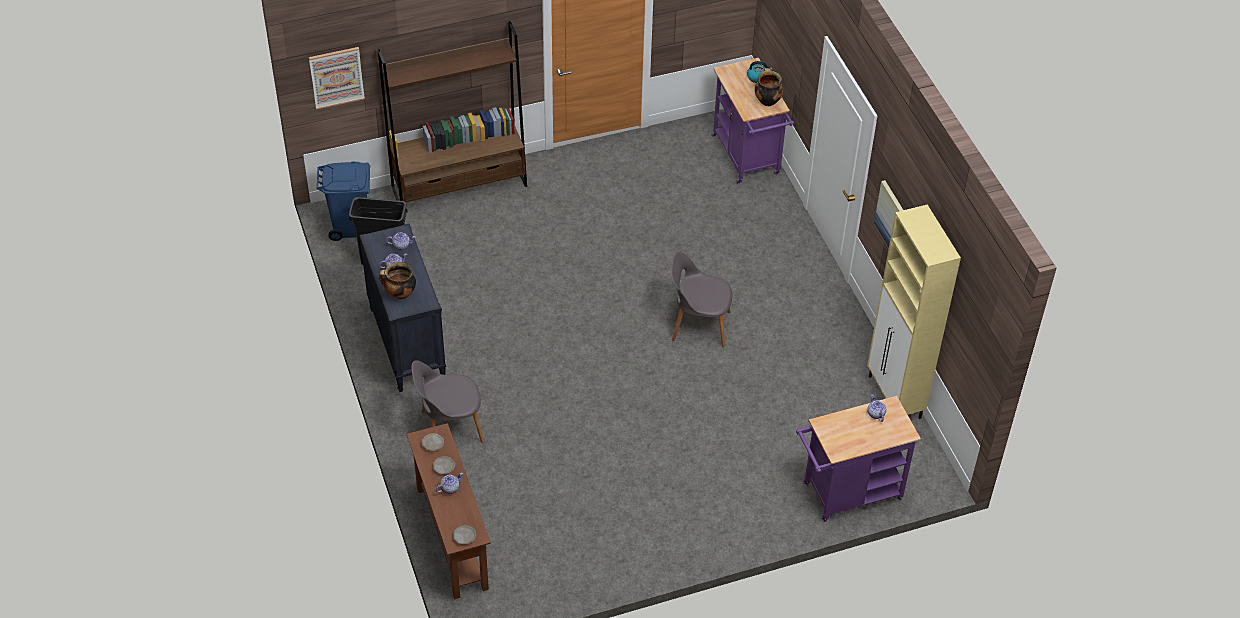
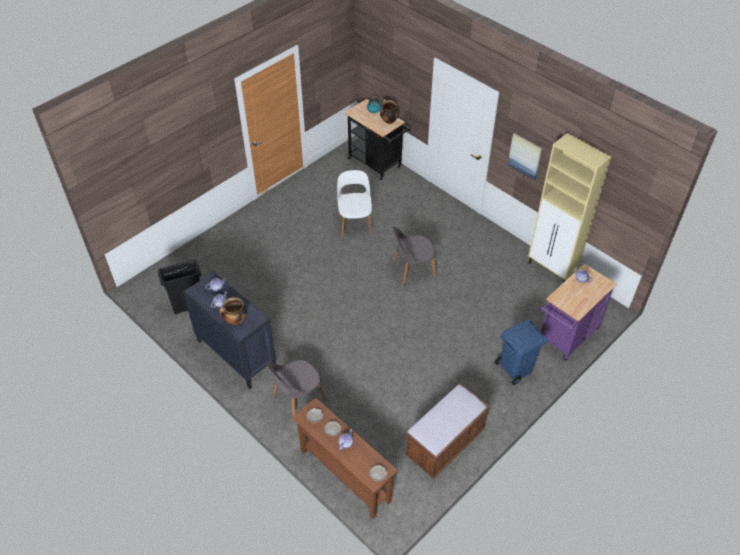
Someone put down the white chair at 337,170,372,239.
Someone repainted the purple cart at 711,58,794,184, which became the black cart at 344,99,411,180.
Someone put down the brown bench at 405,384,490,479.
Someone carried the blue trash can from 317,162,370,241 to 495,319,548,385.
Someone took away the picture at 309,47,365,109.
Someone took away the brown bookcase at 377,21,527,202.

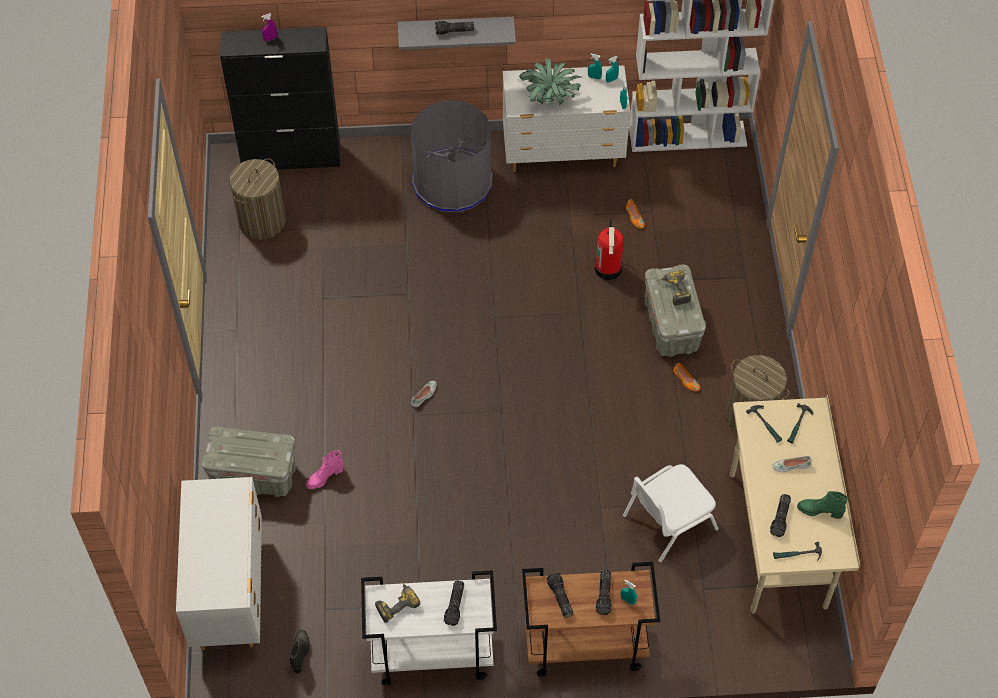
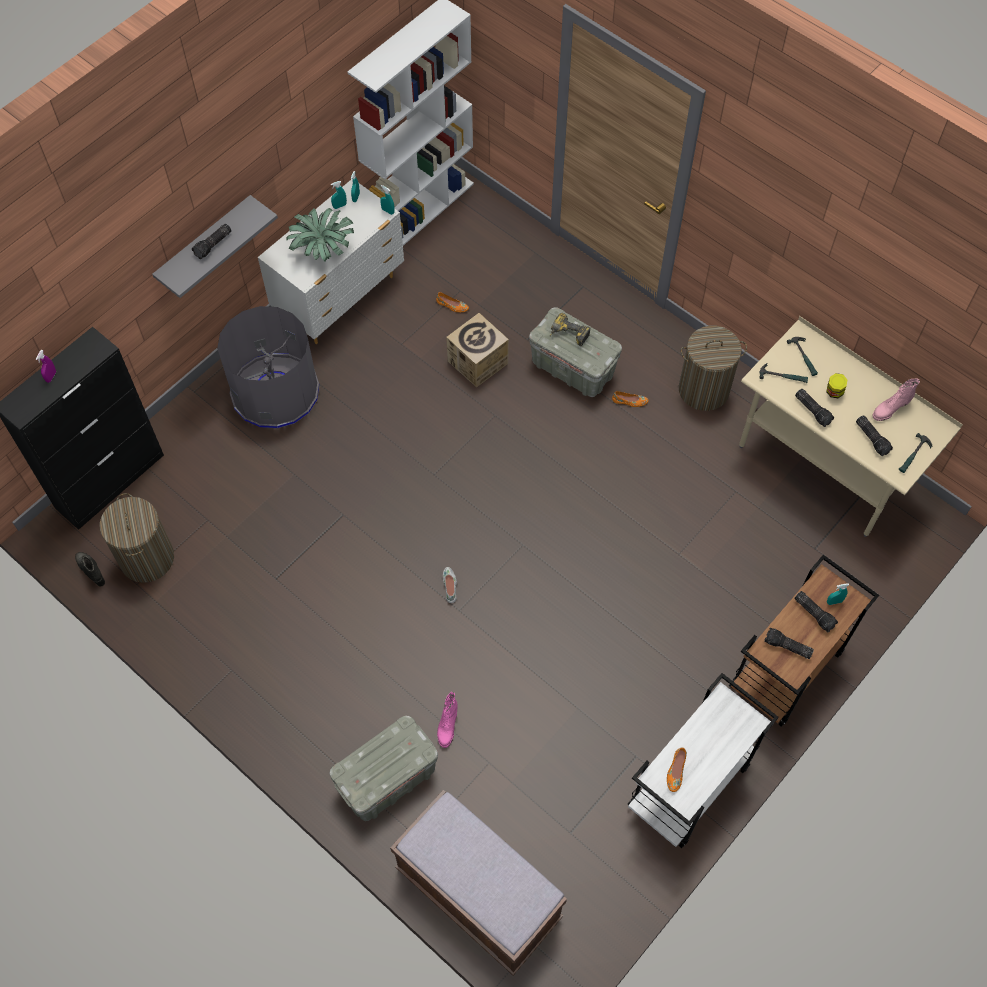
Someone carried the black boot from 290,630,310,674 to 75,552,105,586.
Someone swapped the white dresser at 176,477,262,650 for the brown bench at 390,790,567,975.
Someone swapped the fire extinguisher at 594,219,624,280 for the cardboard box at 446,313,509,387.
Someone swapped the power drill at 375,581,420,623 for the orange shoe at 667,747,687,792.
Someone carried the flashlight from 444,581,464,626 to 795,389,834,427.
Someone swapped the white shoe at 772,456,811,472 for the jar at 826,373,847,398.
Someone repainted the green boot at 797,491,848,519, which became the pink boot at 872,379,920,421.
Someone took away the white chair at 623,464,718,563.

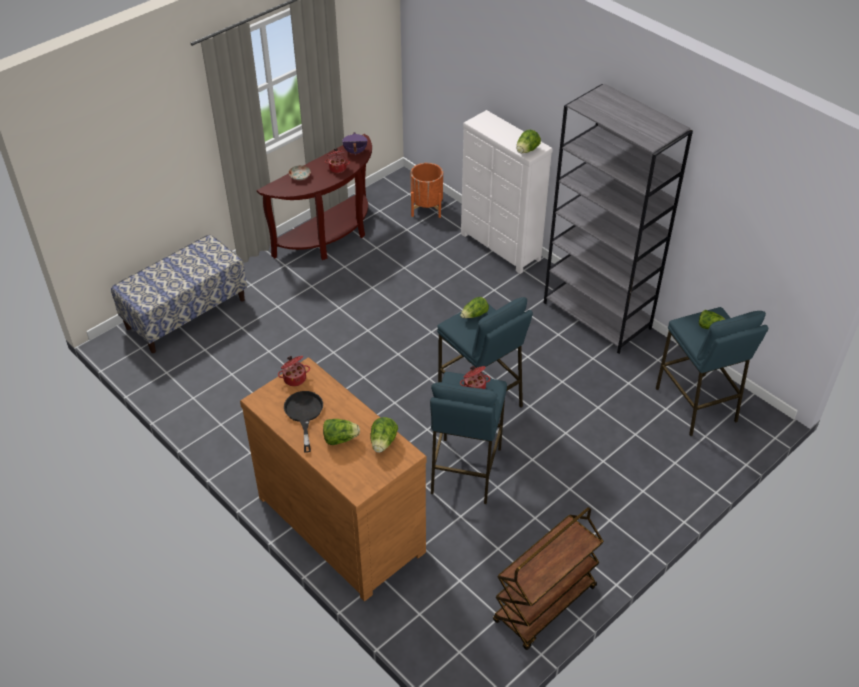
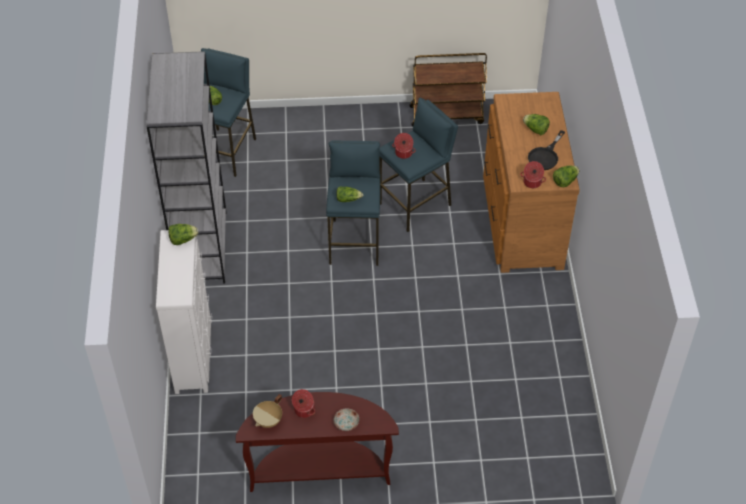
Someone repainted the purple cooking pot at 342,132,368,155, which became the beige cooking pot at 253,394,282,428.
Someone carried the lettuce from 370,417,398,453 to 553,165,579,187.
Someone took away the bench at 111,234,247,353.
Someone took away the orange planter at 411,163,443,218.

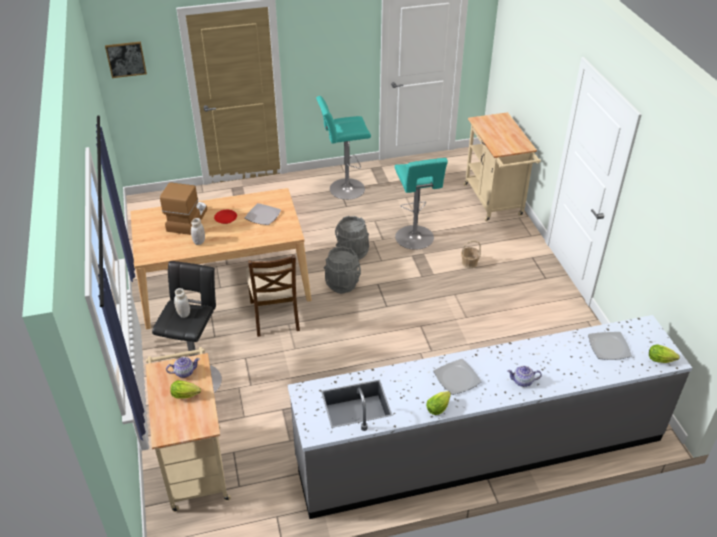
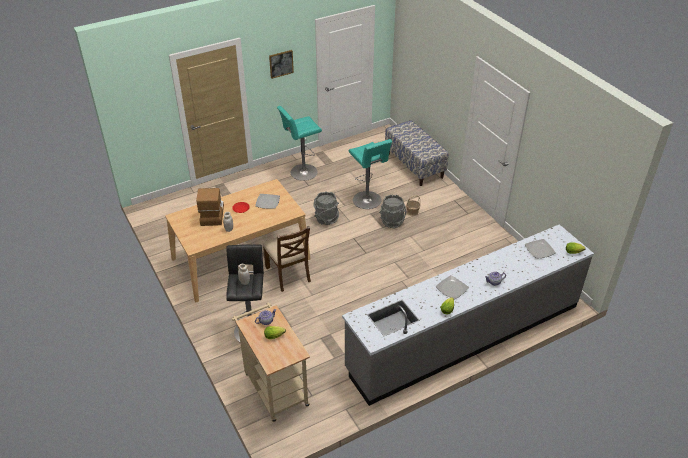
Someone carried the picture from 105,41,147,78 to 269,50,294,79.
Someone carried the grey bucket from 324,246,361,294 to 379,194,407,228.
Someone swapped the beige cart at 463,112,541,221 for the bench at 385,120,449,186.

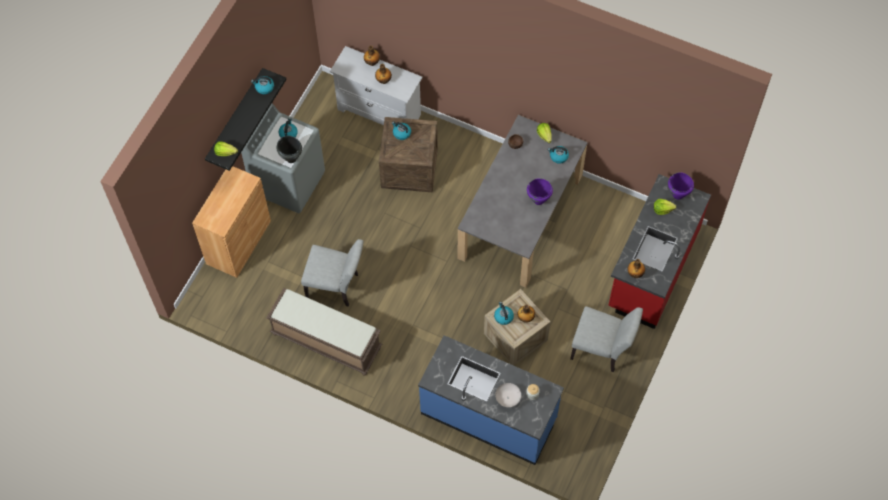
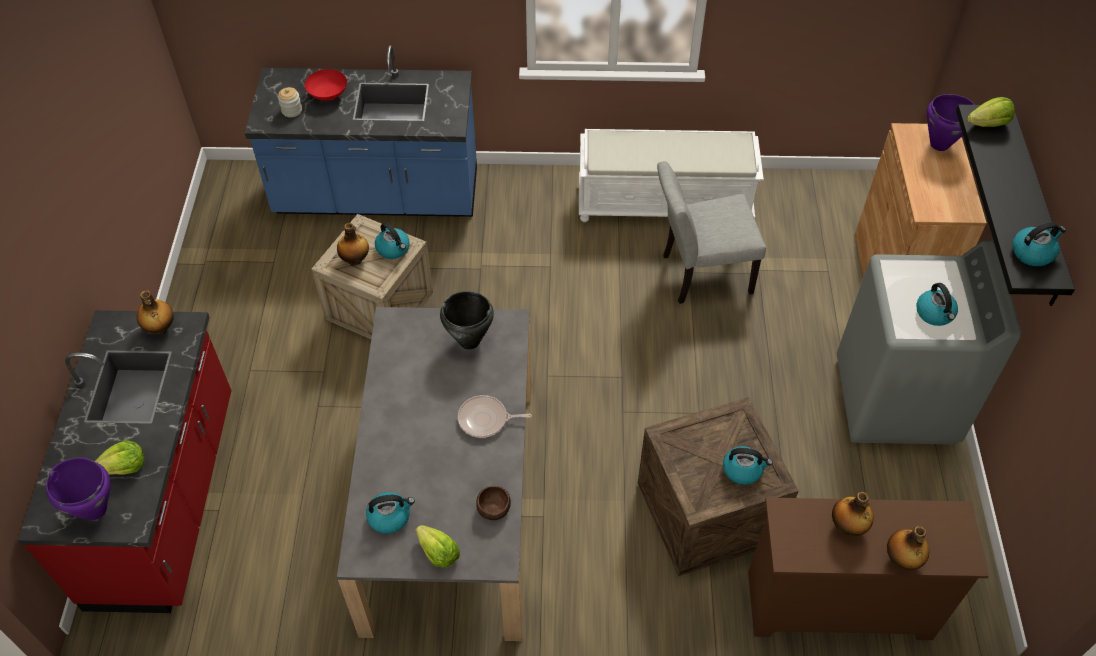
Someone repainted the white bowl at 495,383,521,407, which became the red bowl at 305,69,347,101.
Someone carried the black cooking pot from 277,136,302,163 to 440,291,494,349.
Someone put down the frying pan at 458,395,532,438.
Someone repainted the brown bench at 266,288,382,375, which became the white bench at 579,129,764,222.
Someone repainted the white dresser at 330,46,422,125, which became the brown dresser at 748,497,989,640.
Someone carried the purple cooking pot from 527,178,553,205 to 927,94,975,151.
Someone took away the grey chair at 570,306,643,372.

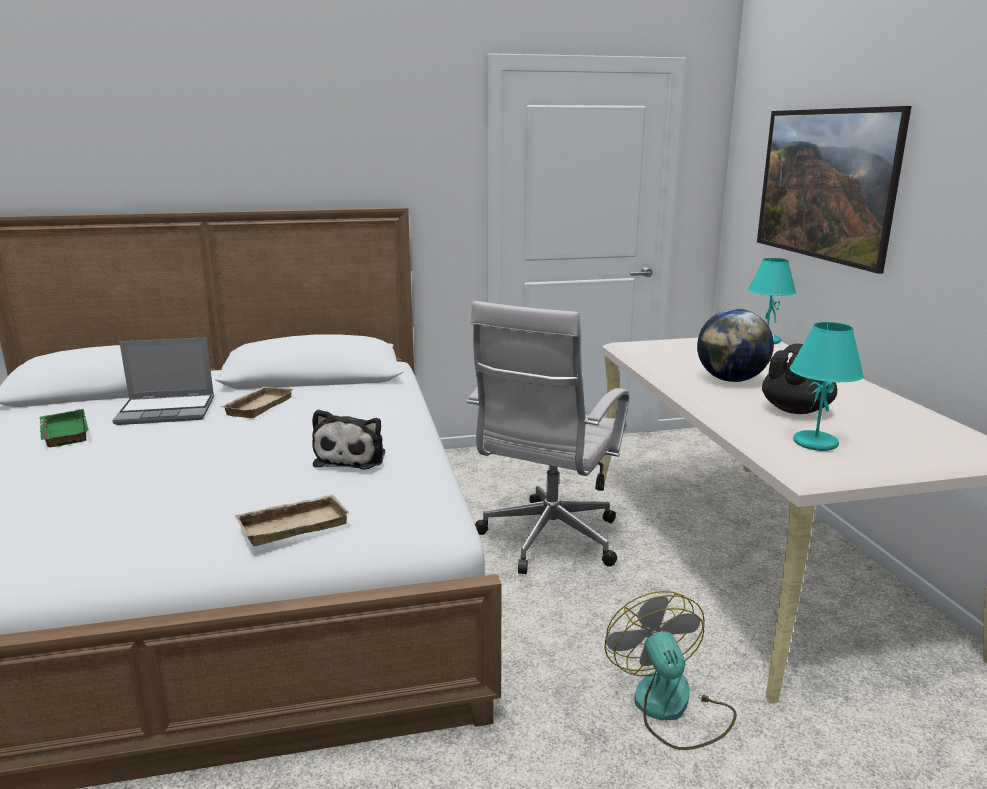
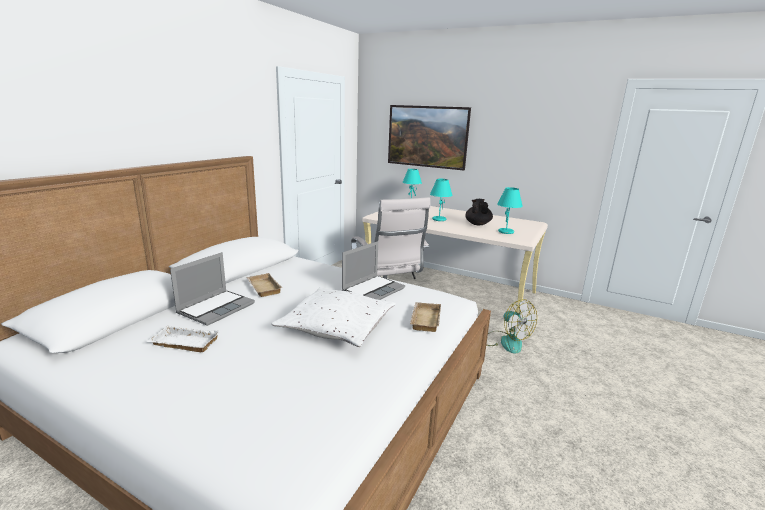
Someone repainted the green tray at 40,409,89,447, which became the white tray at 147,325,220,352.
Someone put down the white pillow at 272,287,396,347.
Someone swapped the plush toy at 312,409,385,470 for the laptop at 342,241,405,300.
Someone swapped the globe at 697,309,774,382 for the turquoise table lamp at 430,179,453,221.
Someone rotated the fan at 604,591,737,750 by 150 degrees counterclockwise.

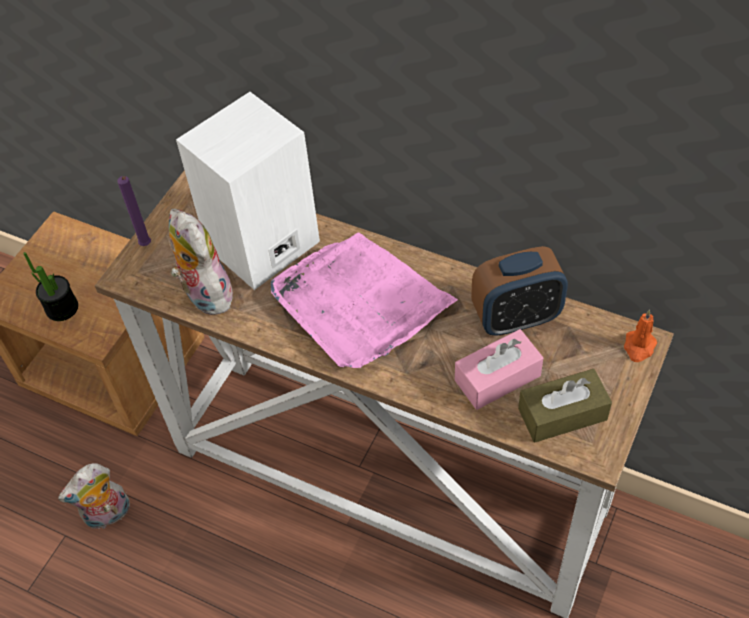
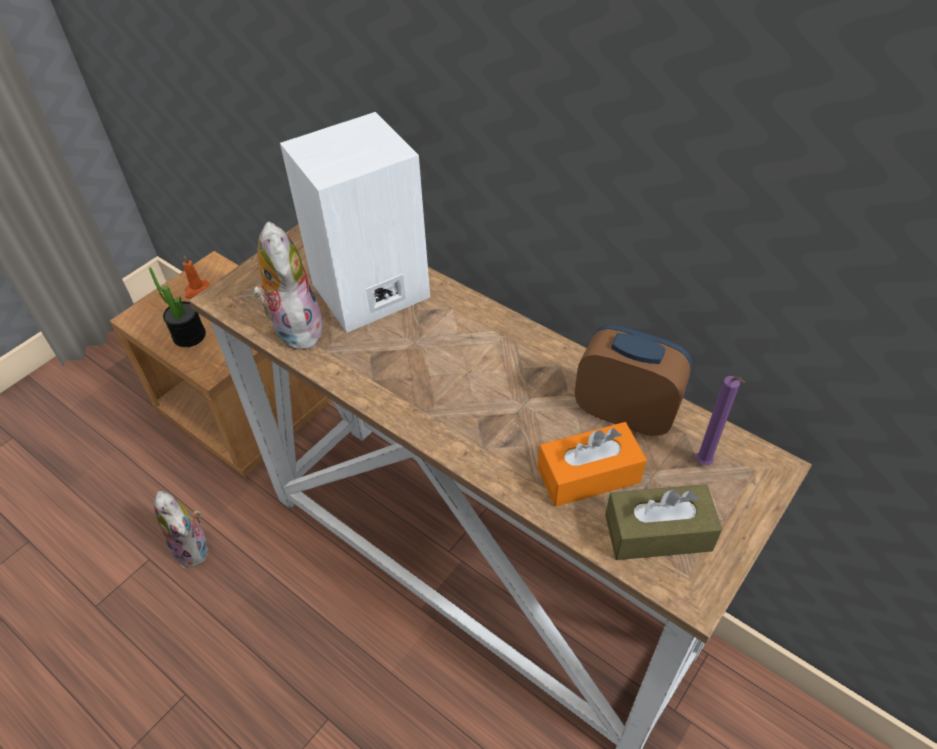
Someone rotated the plush toy at 58,463,130,529 by 105 degrees counterclockwise.
Someone carried the orange candle from 624,310,657,362 to 183,255,210,299.
Someone repainted the pink tissue box at 455,329,544,410, which became the orange tissue box at 538,422,647,507.
Someone rotated the alarm clock at 471,246,568,336 by 150 degrees counterclockwise.
Someone carried the purple candle from 117,176,151,246 to 696,376,745,465.
Someone took away the pink tray at 271,233,458,368.

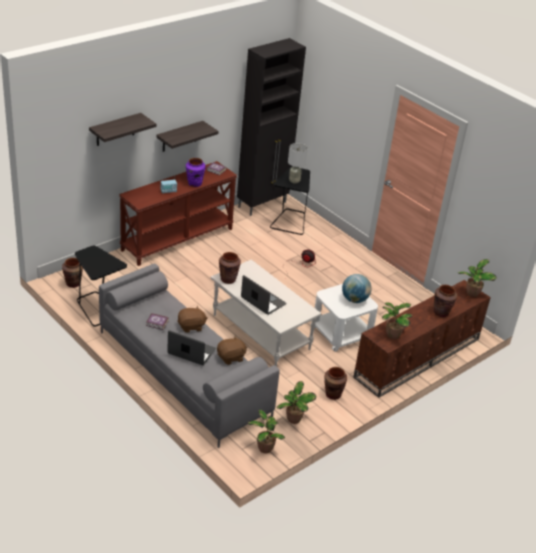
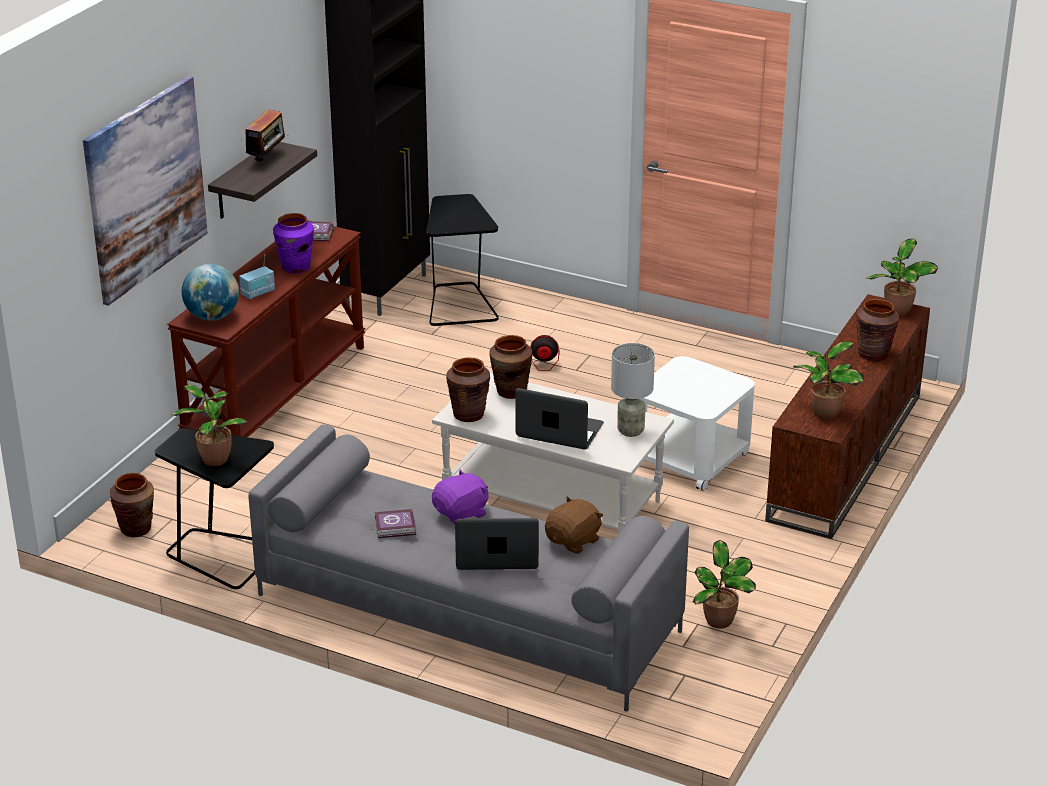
Someone swapped the shelf at 89,113,156,146 for the picture at 83,76,208,306.
Someone carried the potted plant from 248,410,285,453 to 171,385,248,466.
Someone carried the globe from 342,274,371,303 to 182,264,239,321.
Someone put down the radio at 246,109,286,162.
Someone repainted the brown plush toy at 177,306,208,333, which became the purple plush toy at 432,470,489,524.
Someone carried the brown vase from 324,367,347,400 to 489,335,532,399.
Someone carried the grey table lamp from 288,143,308,183 to 611,343,655,437.

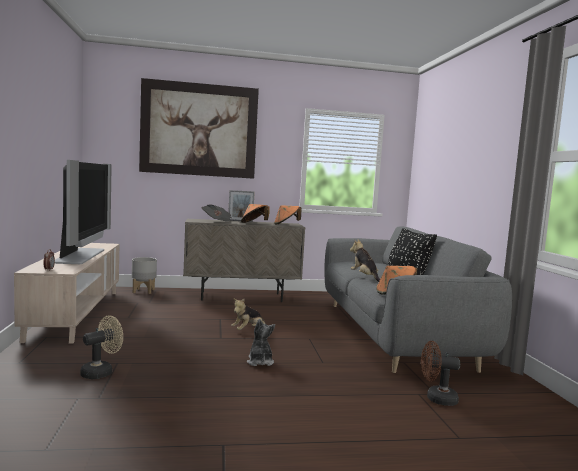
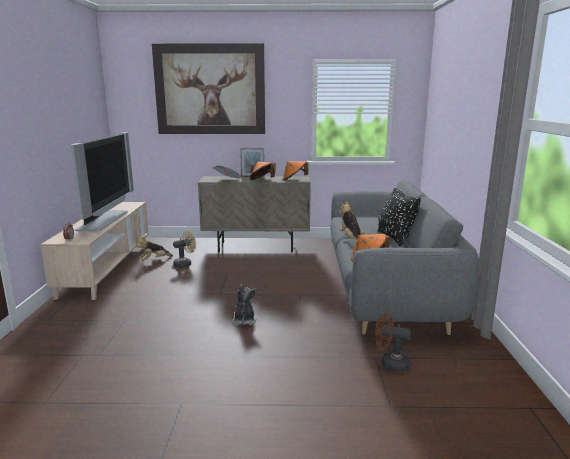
Someone carried the plush toy from 231,298,266,330 to 136,236,173,261.
Someone carried the beige fan from 80,315,123,379 to 173,231,196,268.
Someone took away the grey planter at 132,257,157,294.

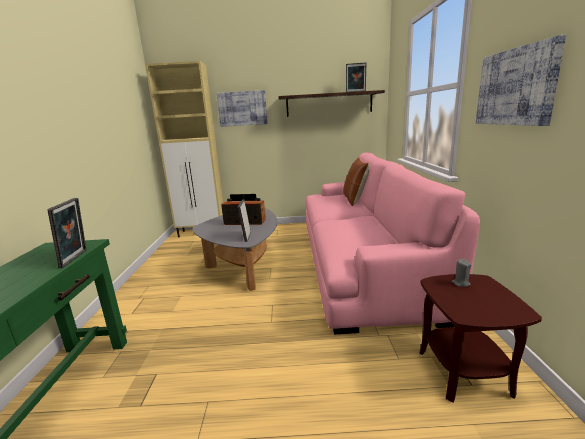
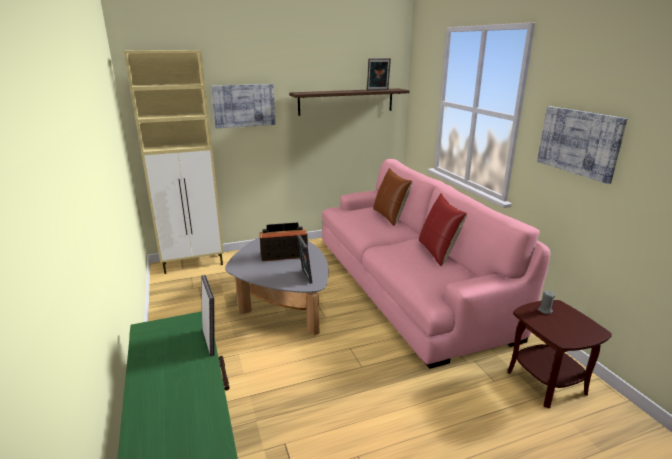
Someone put down the red pillow at 419,193,467,266.

